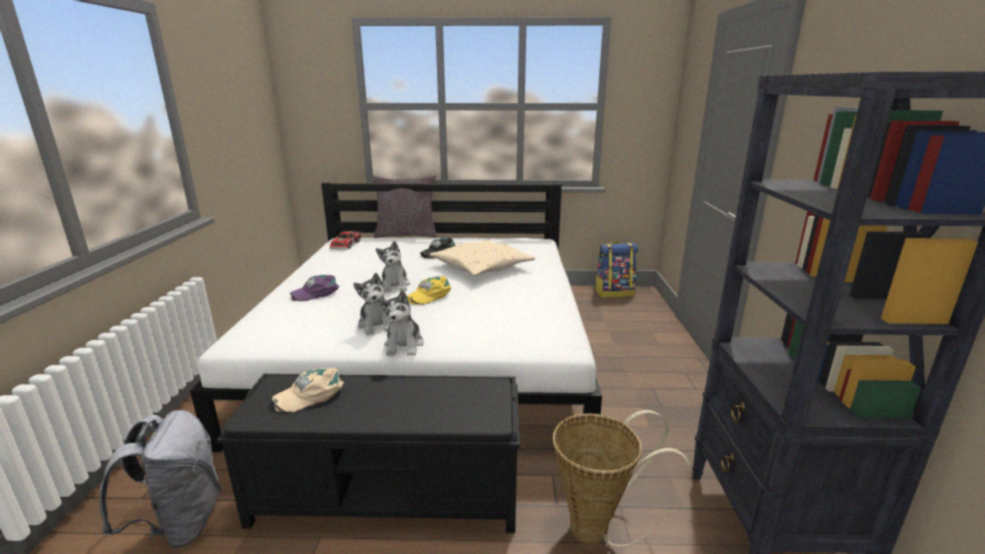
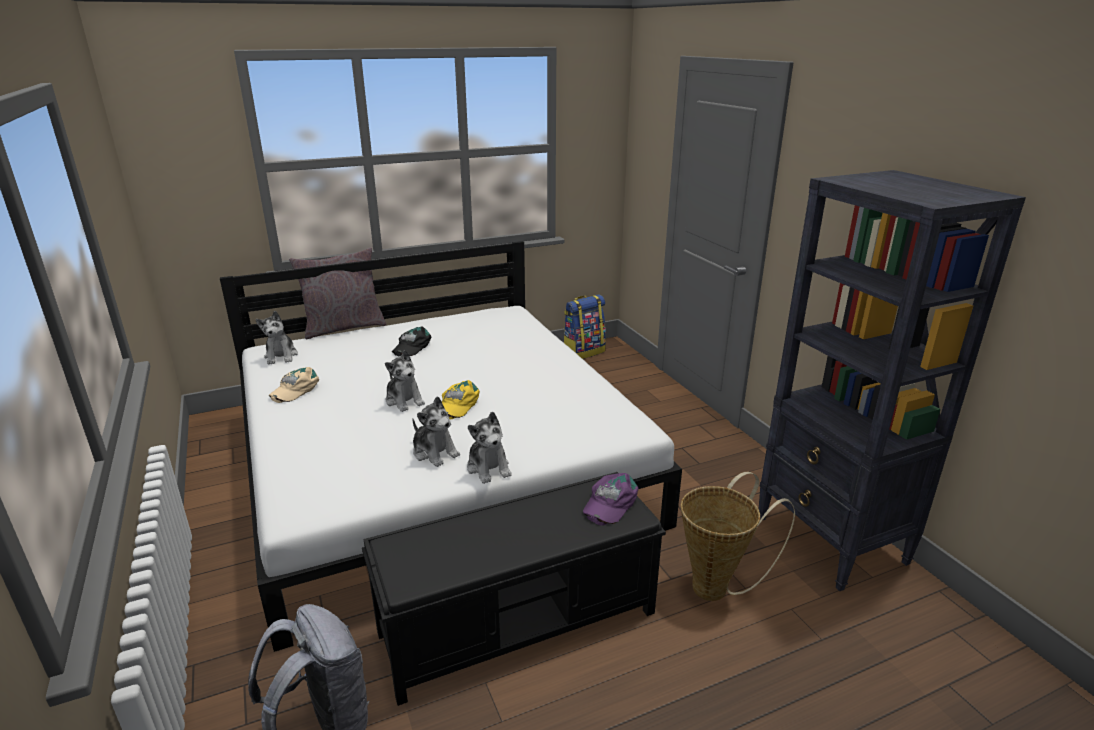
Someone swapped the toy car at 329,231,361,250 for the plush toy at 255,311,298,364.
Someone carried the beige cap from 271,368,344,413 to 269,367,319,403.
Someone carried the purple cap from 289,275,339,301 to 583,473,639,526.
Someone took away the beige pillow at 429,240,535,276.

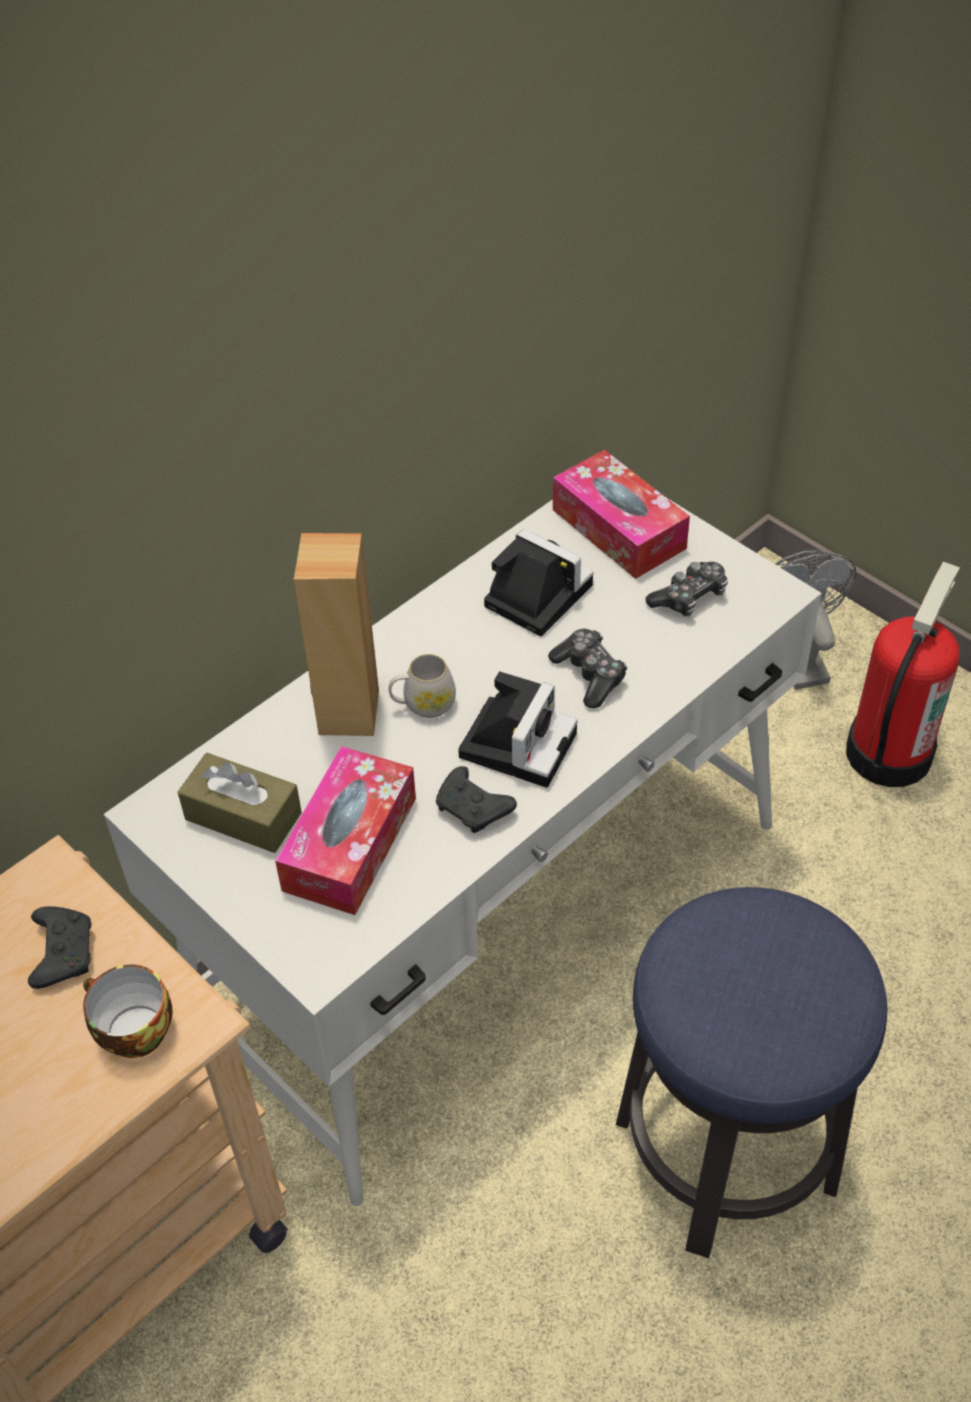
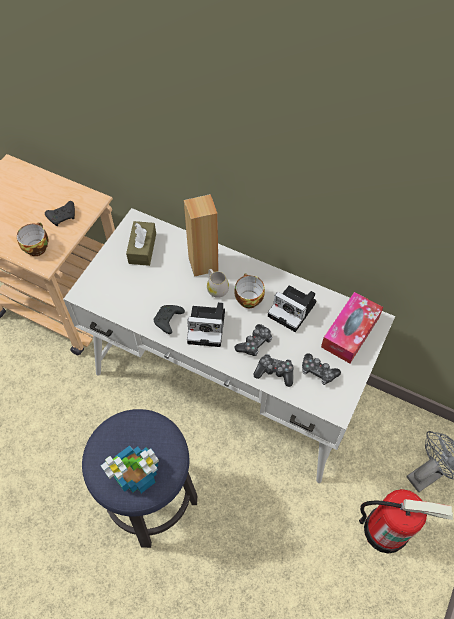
Someone put down the potted plant at 101,445,159,493.
Someone put down the cup at 234,273,265,308.
Someone put down the game controller at 253,354,294,387.
Someone rotated the photo camera at 484,529,593,636 by 105 degrees clockwise.
Someone took away the tissue box at 275,746,416,915.

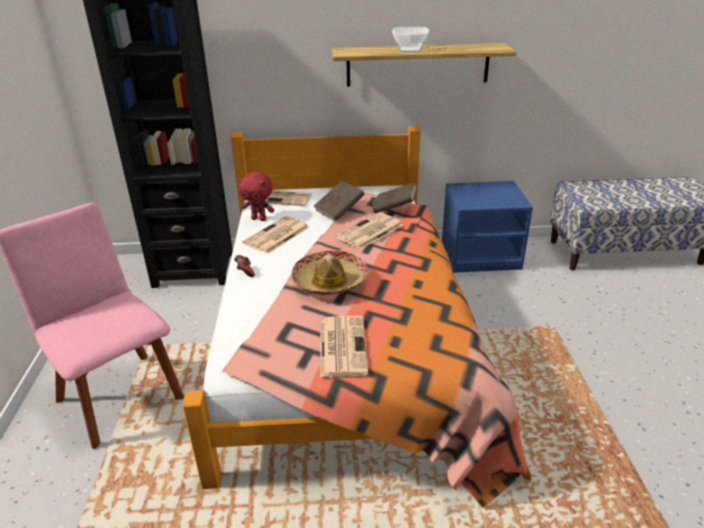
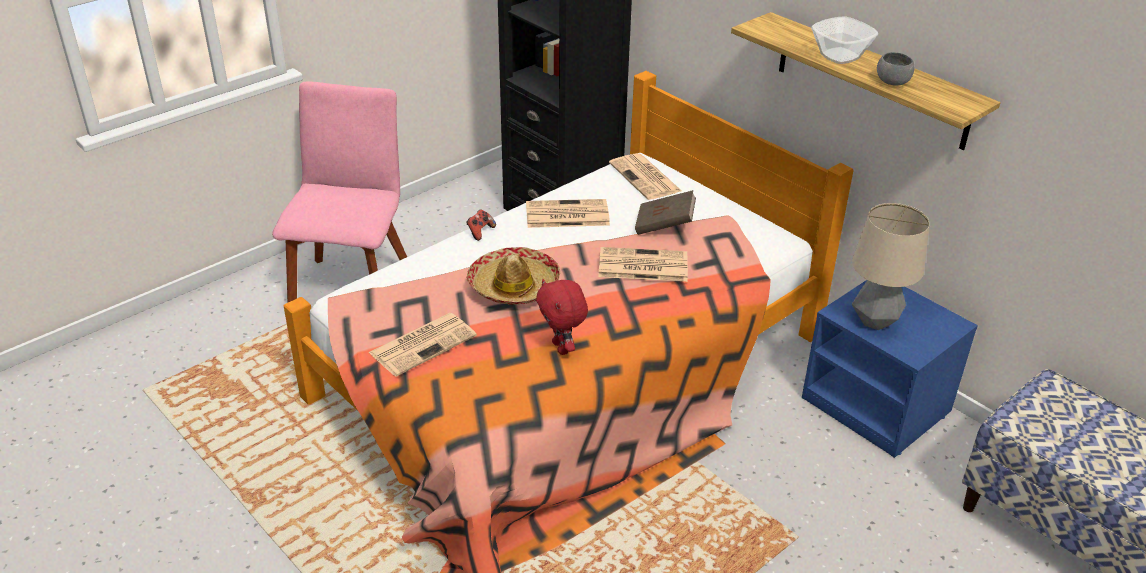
Someone carried the red plush toy from 238,172,275,221 to 536,279,588,355.
Someone put down the table lamp at 852,203,930,330.
Someone put down the grey bowl at 877,52,914,85.
Someone took away the brown book at 372,182,417,213.

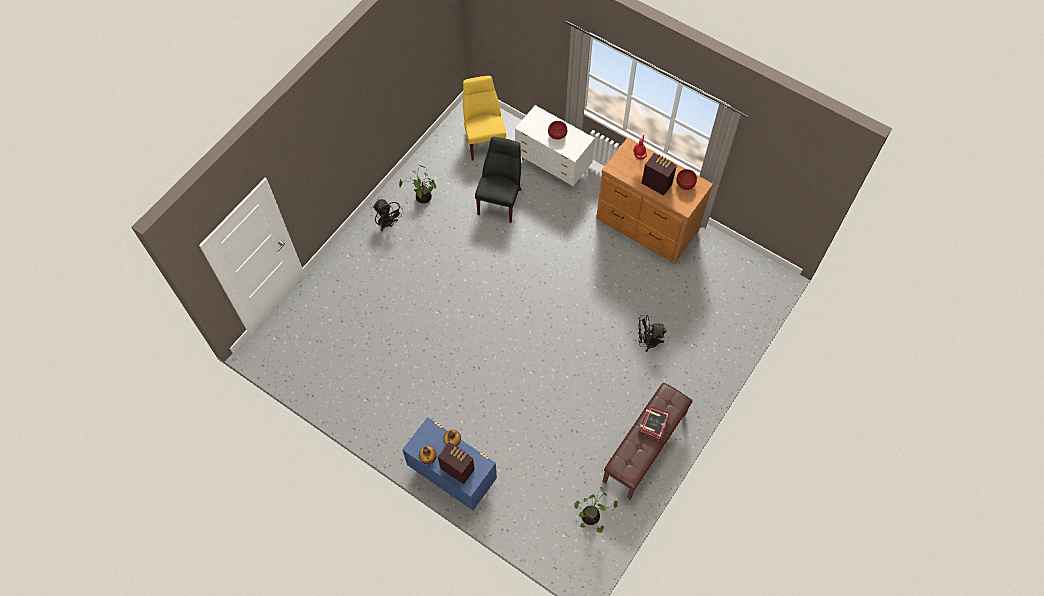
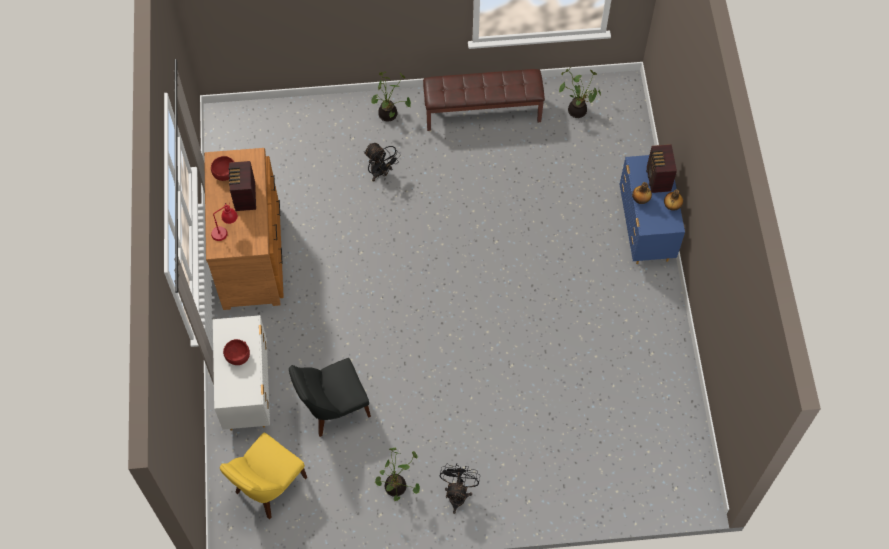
Someone put down the potted plant at 371,71,411,122.
Someone took away the book at 639,405,671,441.

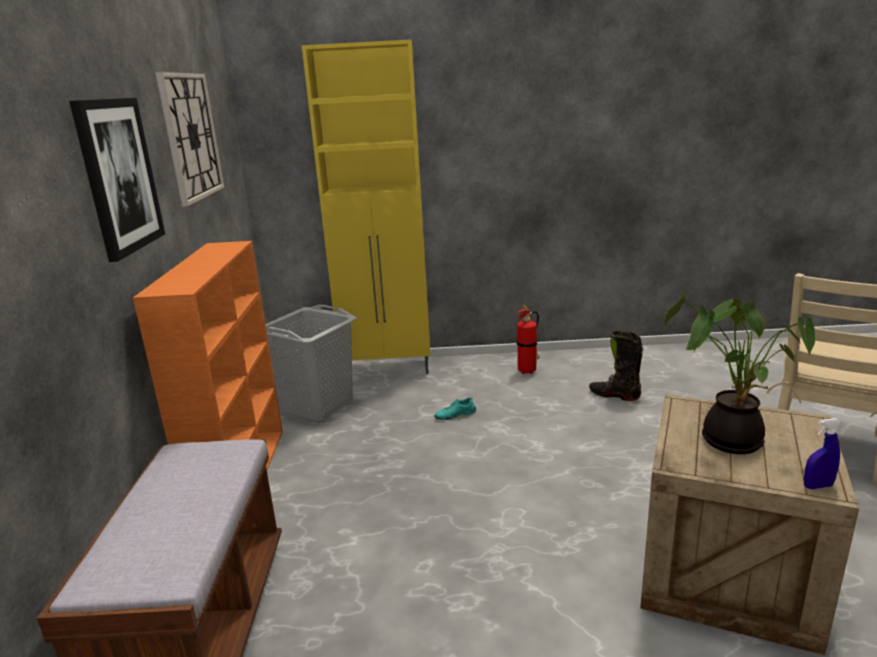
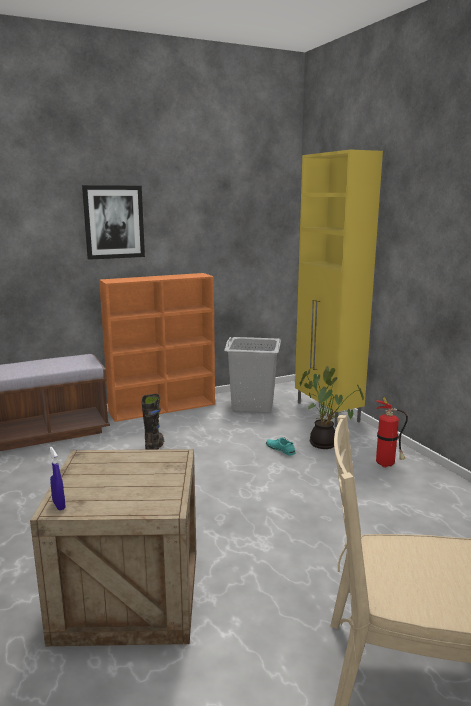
Someone carried the black boot from 589,331,643,401 to 141,394,164,450.
Someone carried the potted plant from 664,289,815,454 to 299,366,364,449.
Someone took away the wall clock at 155,72,224,207.

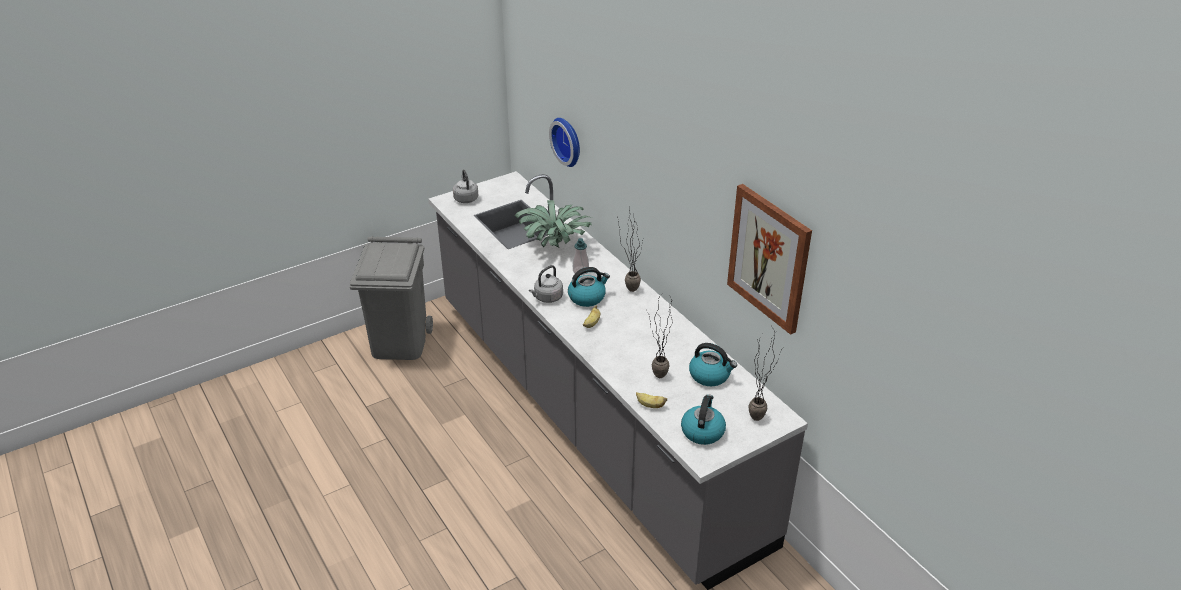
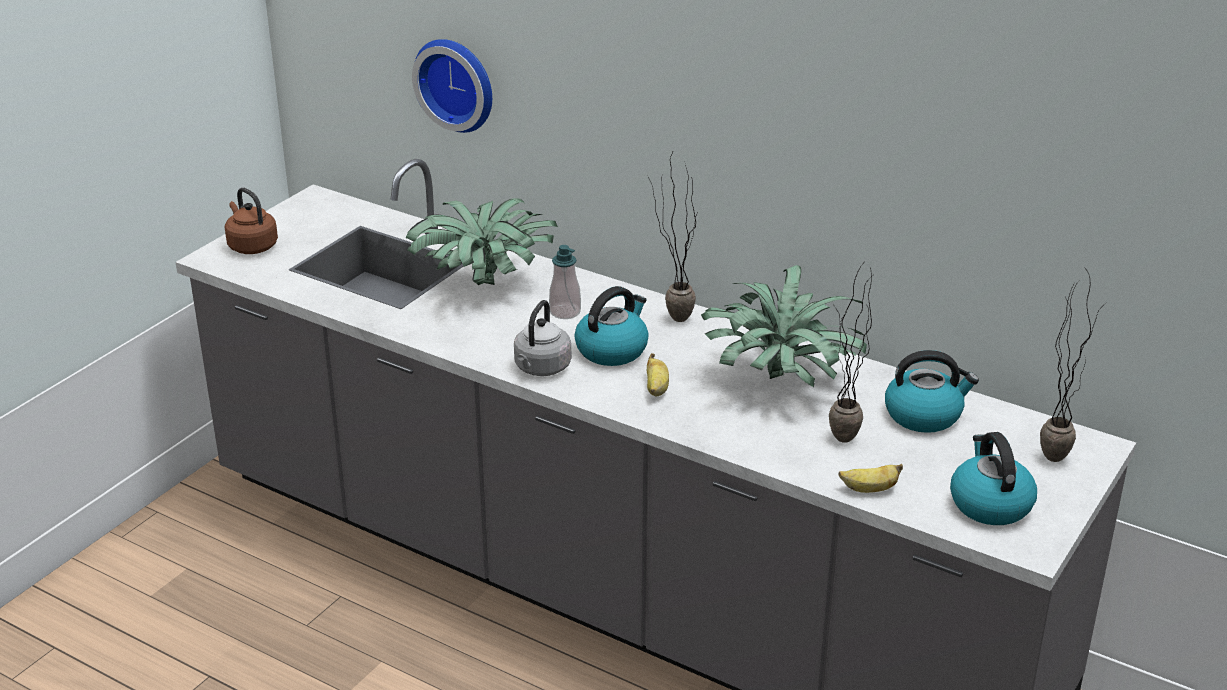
Someone repainted the grey kettle at 453,170,478,203, which became the brown kettle at 225,188,278,254.
Someone put down the potted plant at 701,265,867,387.
Someone took away the grey trash can at 350,236,433,360.
Someone took away the picture at 727,184,812,335.

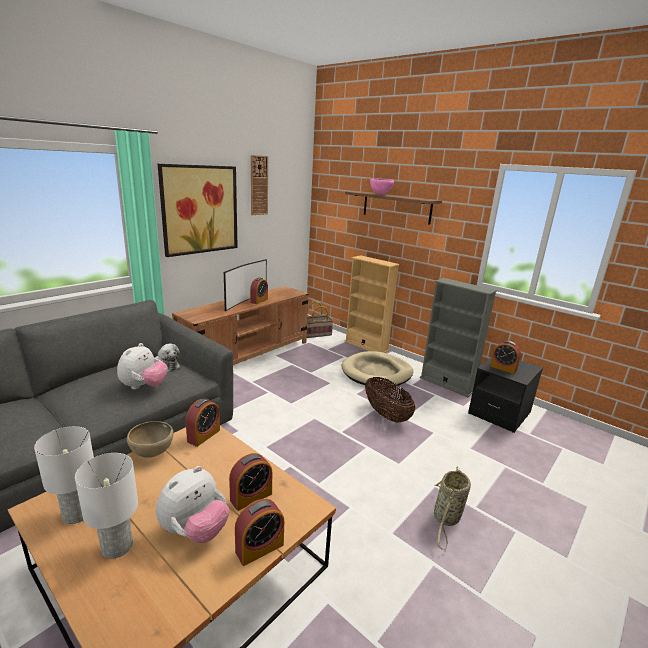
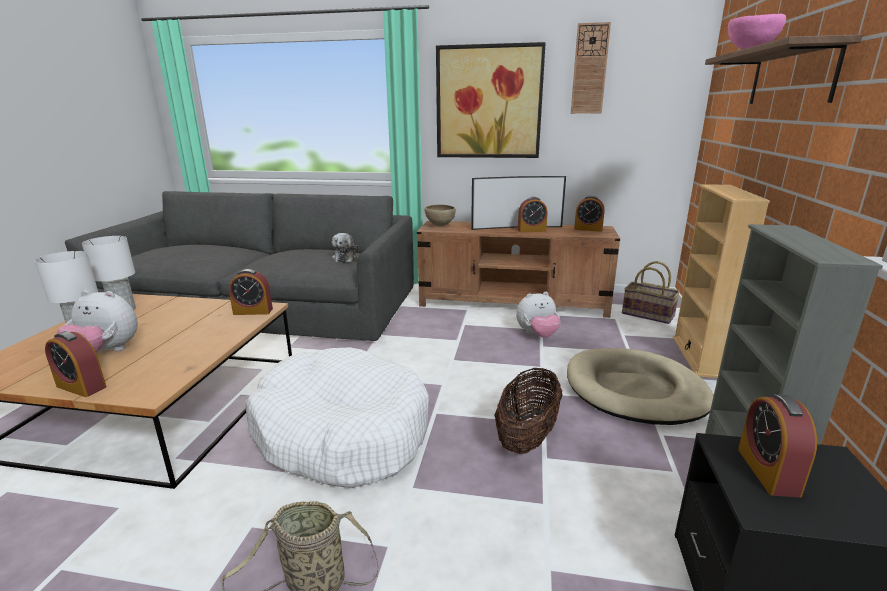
Someone put down the white dog bed at 245,347,429,488.
Someone carried the brown bowl from 127,421,174,458 to 425,204,456,226.
Someone carried the plush toy from 117,343,168,390 to 516,292,561,338.
Someone carried the alarm clock from 229,453,272,511 to 574,196,605,232.

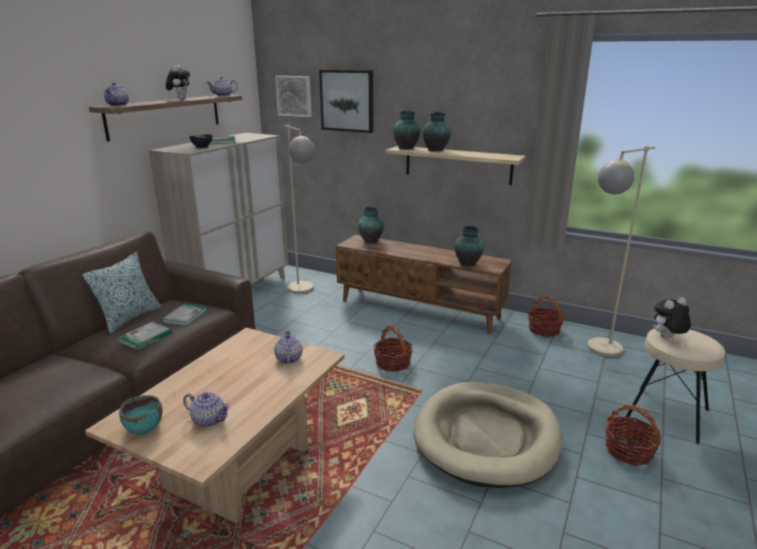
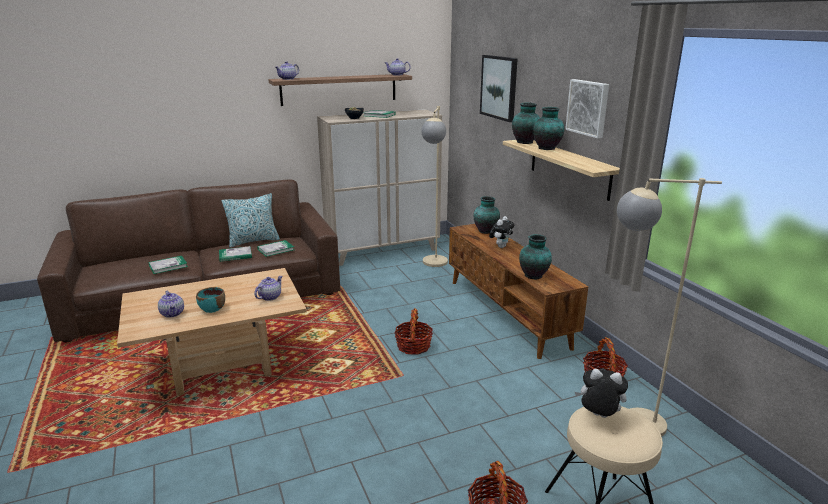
Someone put down the book at 148,256,188,274.
Someone carried the turquoise bowl from 119,395,162,435 to 196,287,225,313.
Someone carried the plush toy from 166,65,190,100 to 489,216,514,248.
Someone carried the picture from 275,76,312,117 to 565,79,609,138.
Someone took away the beige dog bed at 414,382,562,488.

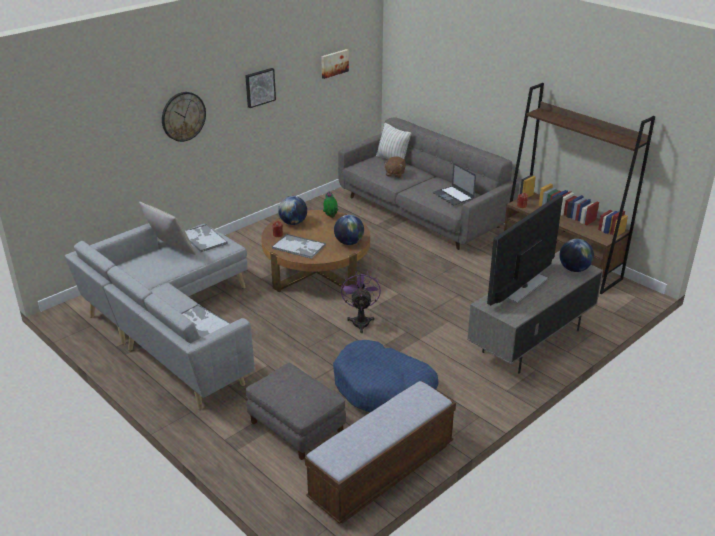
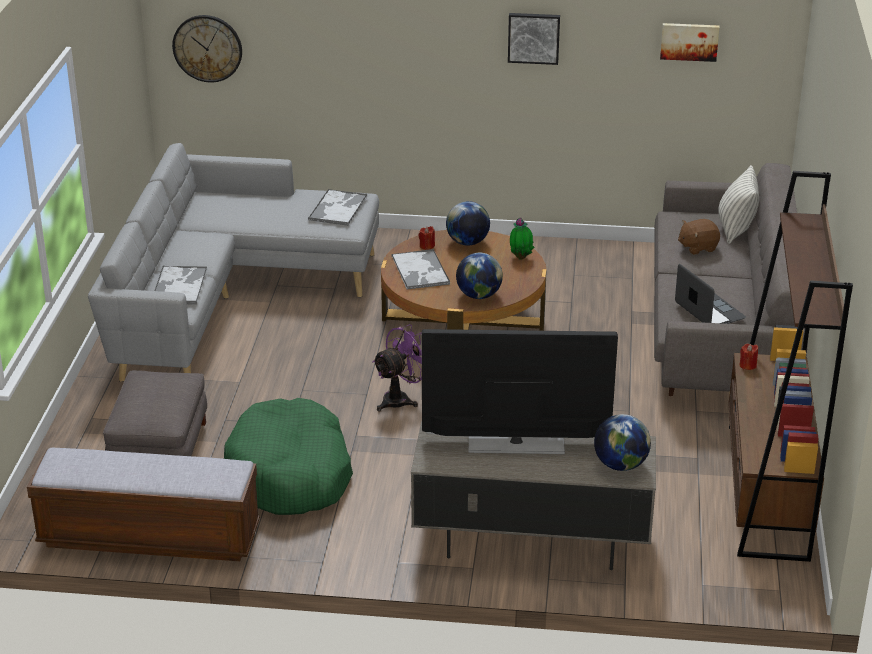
Someone carried the wall clock from 162,92,206,142 to 172,15,242,82.
Someone repainted the blue dog bed at 333,340,439,412, which became the green dog bed at 224,398,353,515.
Someone rotated the laptop at 433,163,476,205 by 135 degrees clockwise.
Someone took away the beige pillow at 139,202,196,255.

